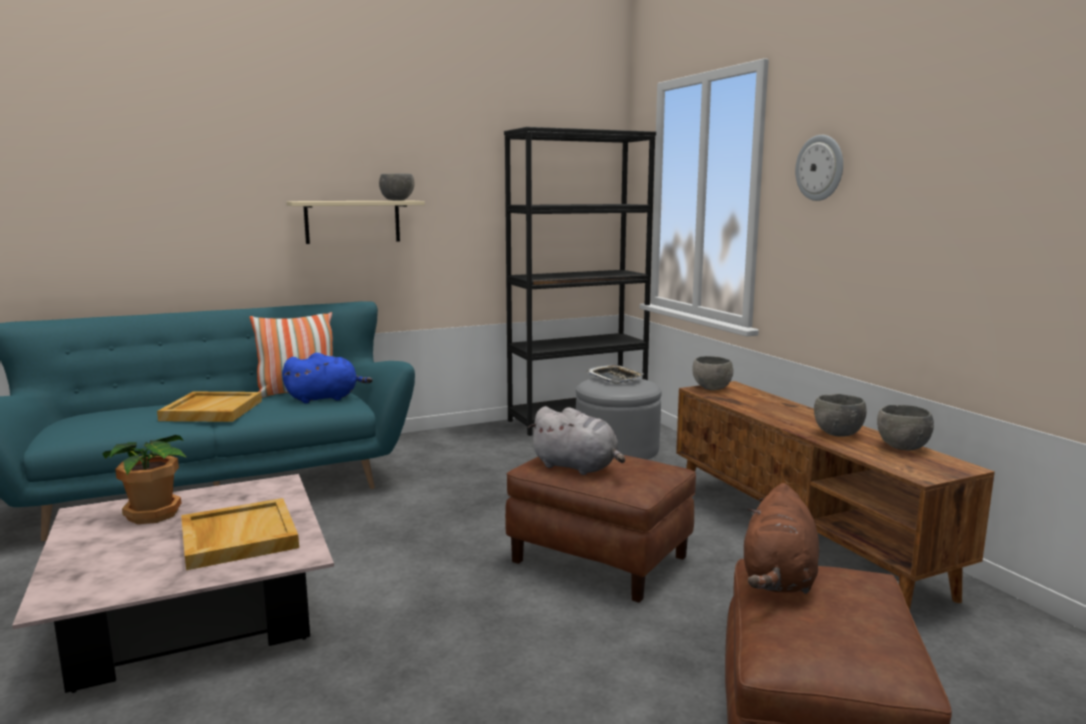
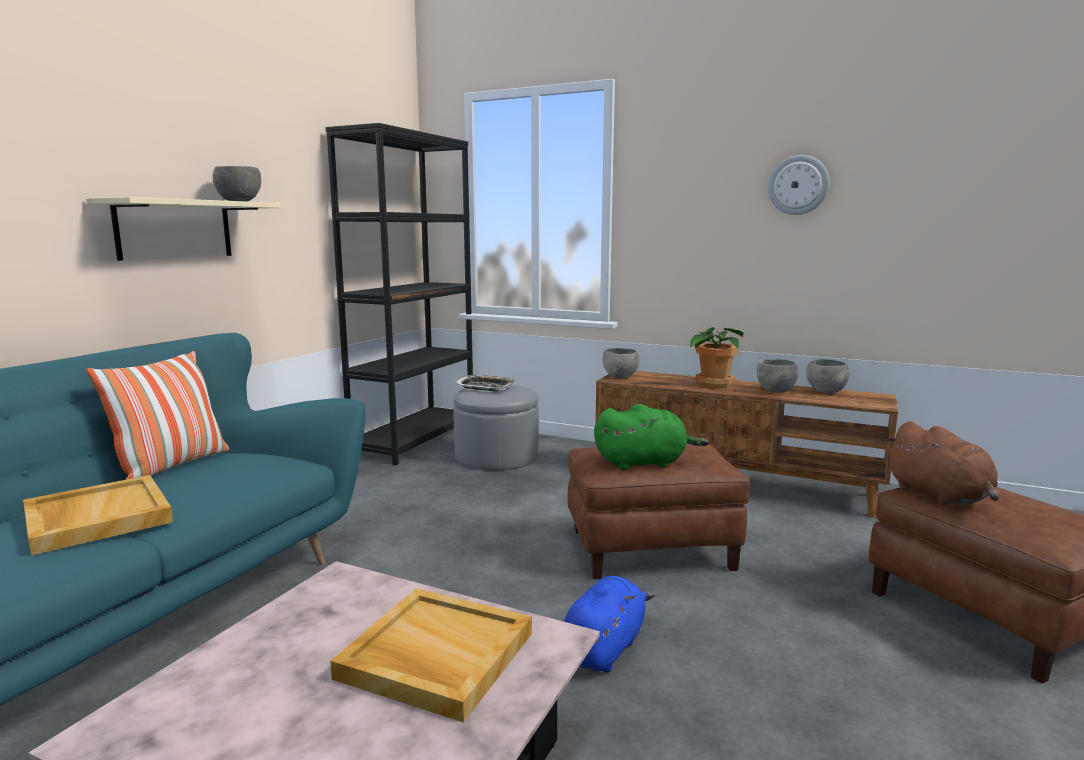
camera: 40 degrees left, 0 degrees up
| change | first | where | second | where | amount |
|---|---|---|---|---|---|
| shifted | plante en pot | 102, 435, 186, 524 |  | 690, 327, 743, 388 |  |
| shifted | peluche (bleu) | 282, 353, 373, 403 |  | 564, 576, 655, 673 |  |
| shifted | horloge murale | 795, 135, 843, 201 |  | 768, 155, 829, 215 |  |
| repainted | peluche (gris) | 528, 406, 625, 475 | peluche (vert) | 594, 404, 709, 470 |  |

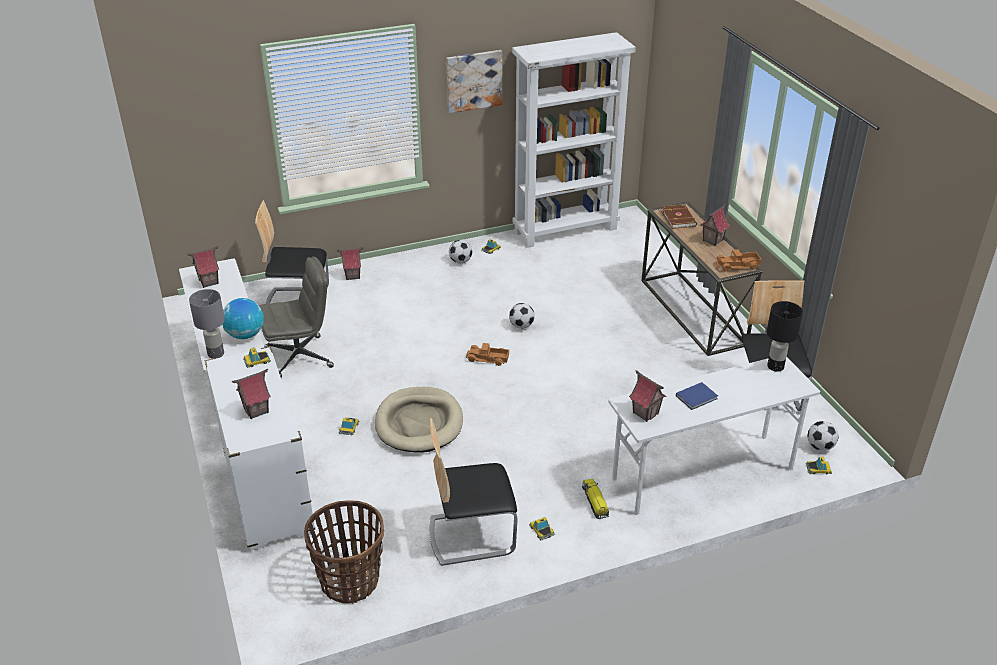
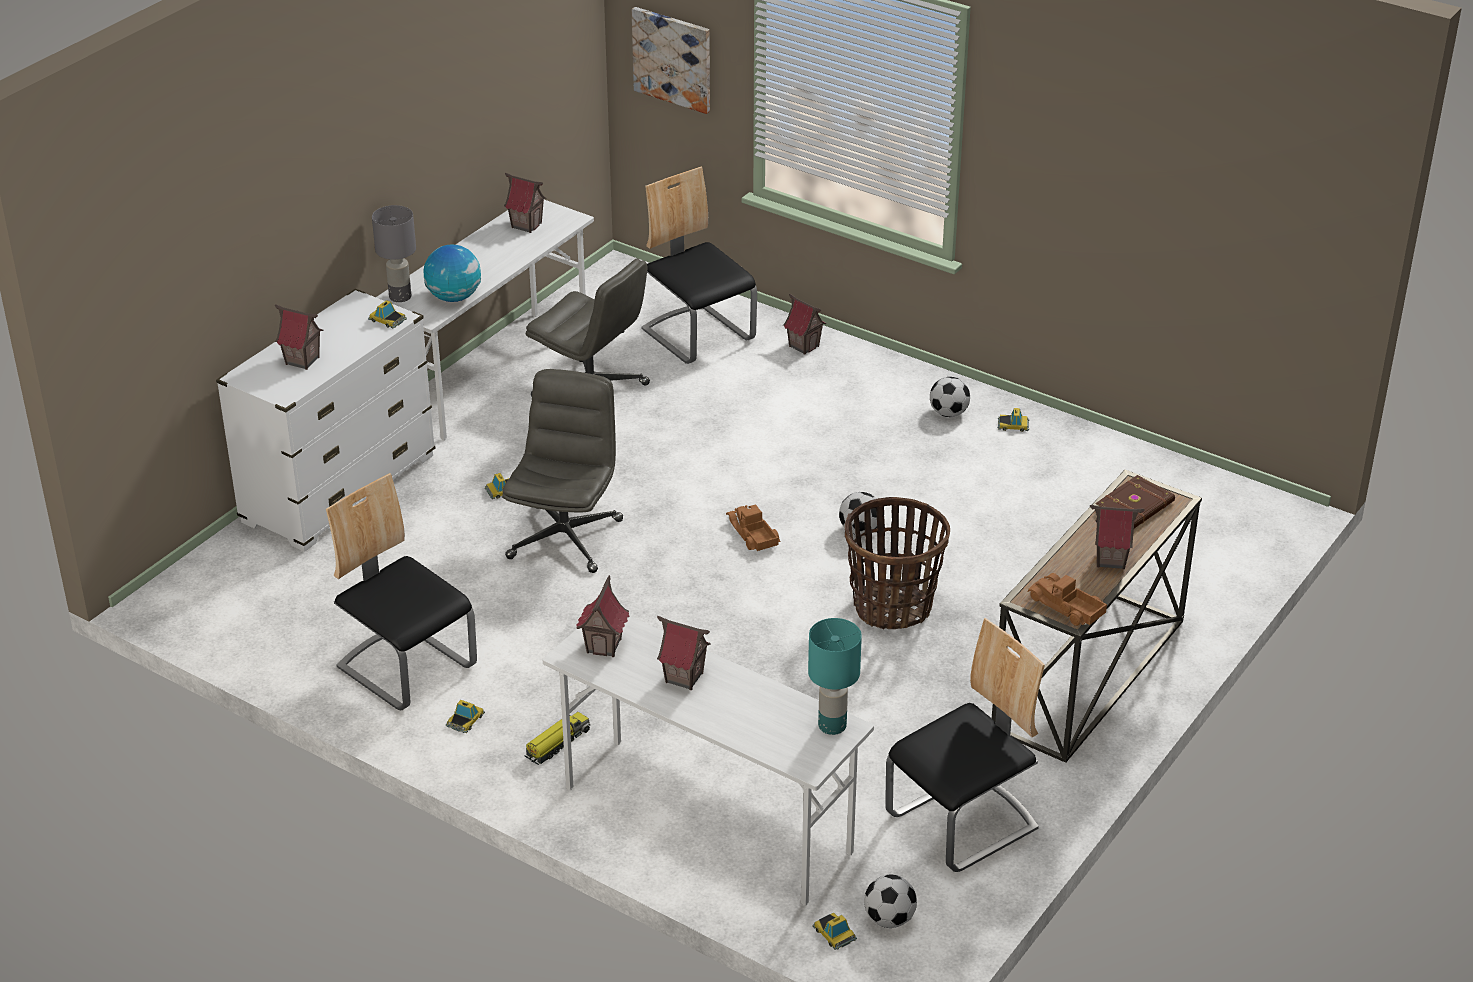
camera: 55 degrees right, 0 degrees up
| change | first | where | second | where | amount |
|---|---|---|---|---|---|
| gone | bibliothèque (blanc) | 512, 32, 636, 248 |  |  |  |
| shifted | panier | 304, 500, 384, 604 |  | 845, 497, 950, 630 |  |
| shifted | tableau | 446, 50, 502, 113 |  | 631, 7, 710, 114 |  |
| swapped | panier pour chien (beige) | 375, 387, 463, 453 | chaise de bureau (gris) | 502, 369, 623, 573 |  |
| swapped | livre (bleu) | 676, 382, 718, 410 | maison miniature | 657, 616, 711, 690 |  |
| repainted | lampe de table (noir) | 767, 301, 803, 372 | lampe de table (turquoise) | 808, 618, 862, 735 |  |

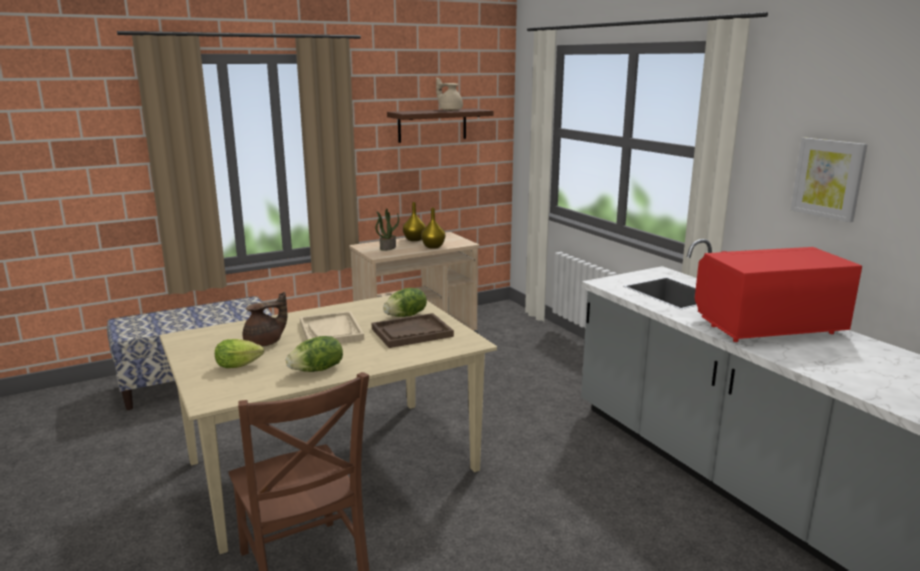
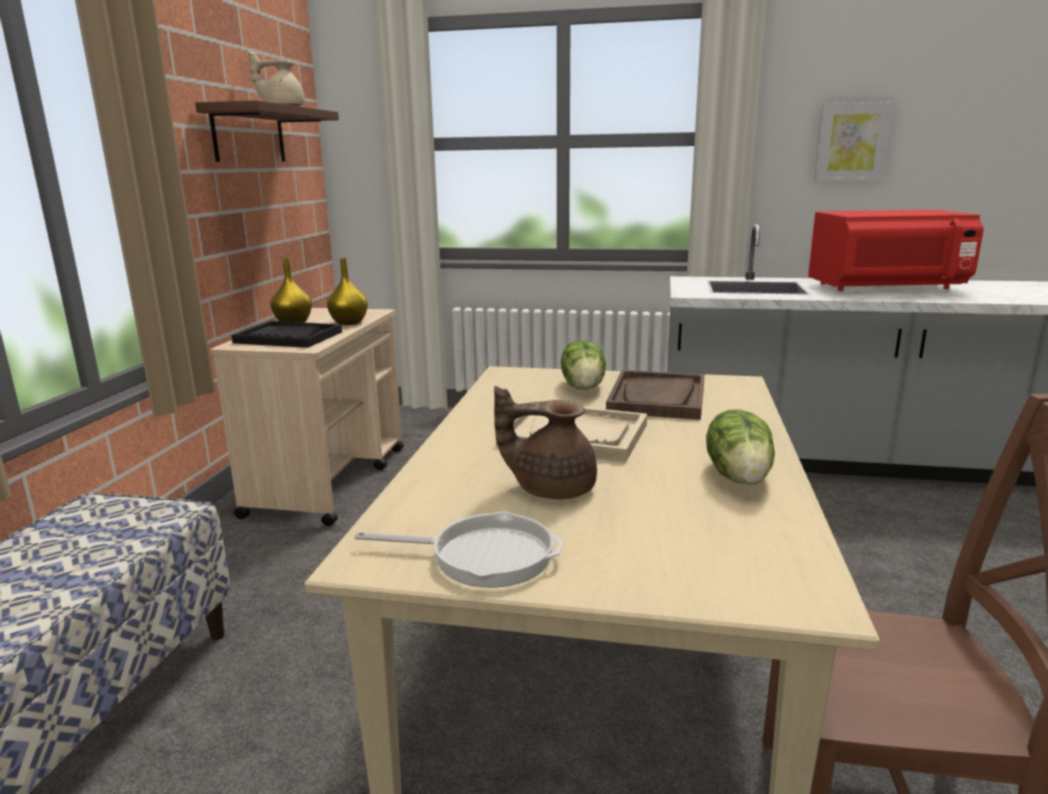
camera: 50 degrees left, 0 degrees up
| change | first | where | second | where | amount |
|---|---|---|---|---|---|
| gone | laitue | 215, 339, 264, 368 |  |  |  |
| new |  |  | poêle | 354, 511, 563, 588 |  |
| swapped | plante en pot | 376, 209, 399, 251 | plateau (noir) | 232, 321, 342, 348 |  |
| rotated | théière (marron) | 243, 292, 288, 346 |  | 494, 386, 597, 499 | 90 degrees counterclockwise |
| rotated | micro-ondes (rouge) | 695, 247, 862, 342 |  | 808, 210, 984, 291 | 120 degrees counterclockwise |

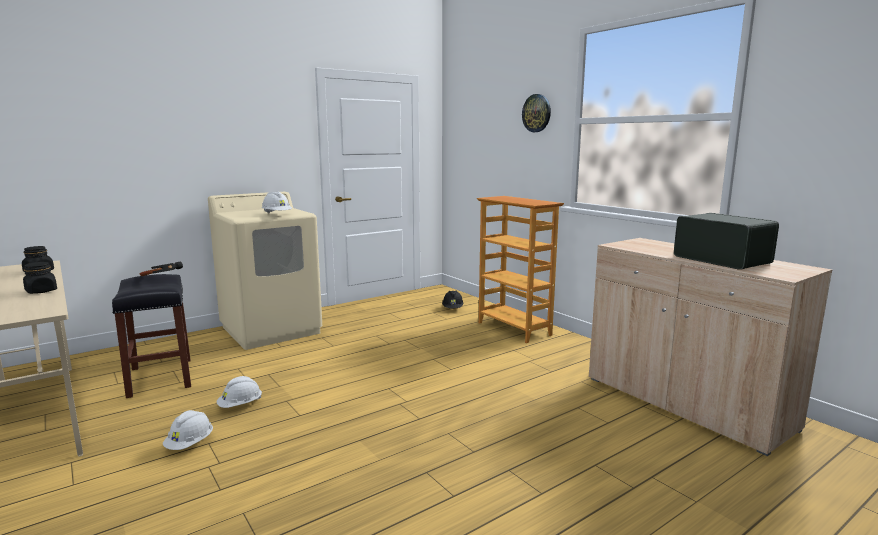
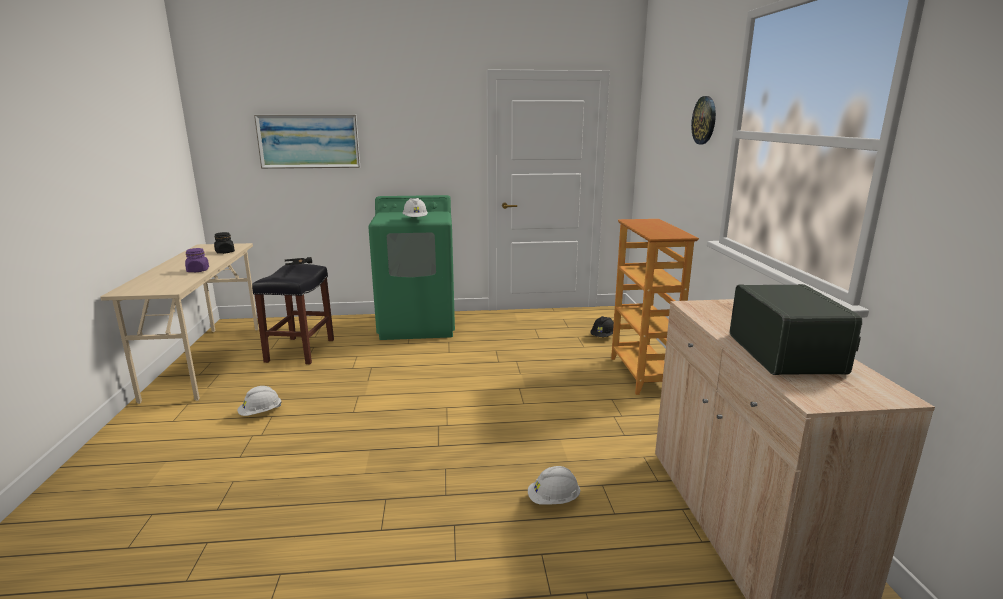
camera: 30 degrees right, 5 degrees up
| change | first | where | second | where | amount |
|---|---|---|---|---|---|
| new |  |  | tableau | 254, 115, 360, 169 |  |
| shifted | casque de chantier (blanc) | 217, 376, 262, 408 |  | 528, 466, 580, 504 |  |
| repainted | bocal (noir) | 23, 262, 57, 294 | bocal (violet) | 185, 248, 209, 272 |  |
| repainted | lave-linge (beige) | 208, 192, 322, 350 | lave-linge (vert) | 368, 195, 455, 340 |  |

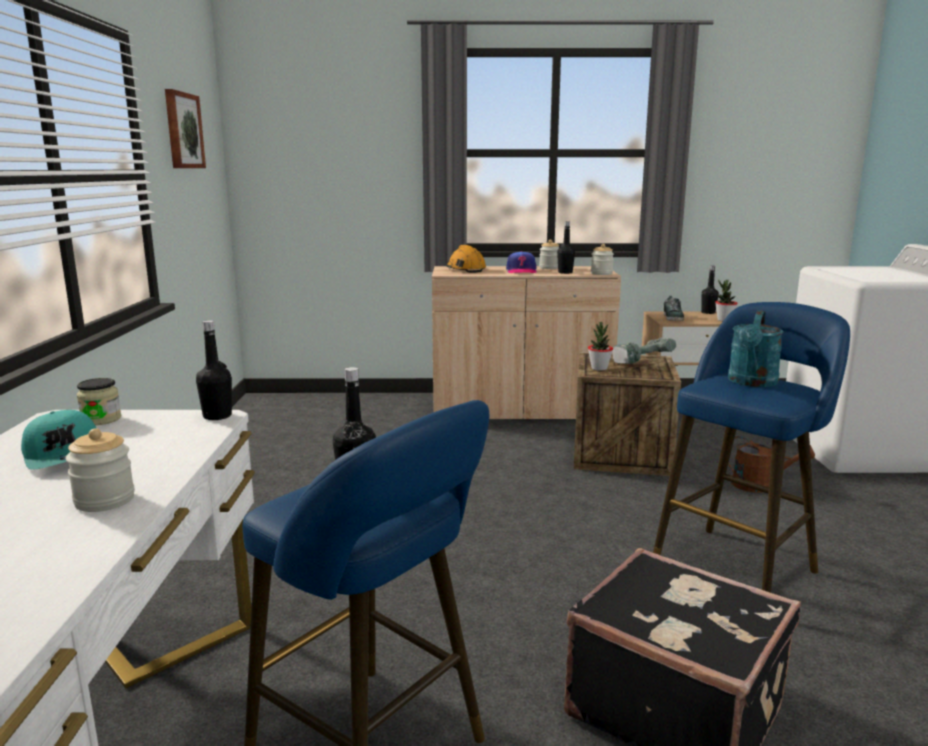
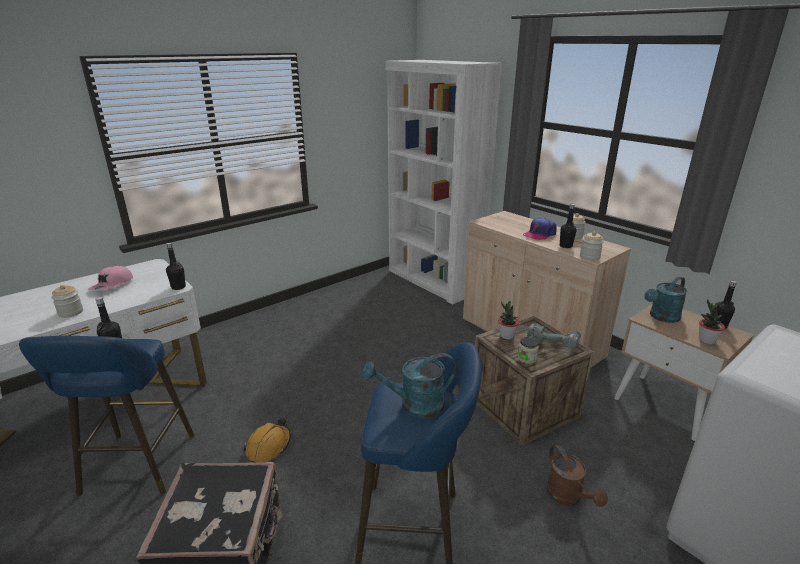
camera: 50 degrees right, 10 degrees up
| change | first | where | second | where | amount |
|---|---|---|---|---|---|
| gone | tableau | 165, 89, 206, 168 |  |  |  |
| new |  |  | bibliothèque (blanc) | 386, 60, 502, 304 |  |
| shifted | bocal | 76, 378, 121, 425 |  | 518, 337, 539, 364 |  |
| shifted | casque de chantier (orange) | 446, 245, 486, 273 |  | 243, 418, 291, 463 |  |
| swapped | chaussure | 663, 296, 684, 321 | arrosoir (turquoise) | 644, 276, 687, 323 |  |
| repainted | casquette (turquoise) | 21, 410, 96, 469 | casquette (rose) | 88, 266, 133, 290 |  |

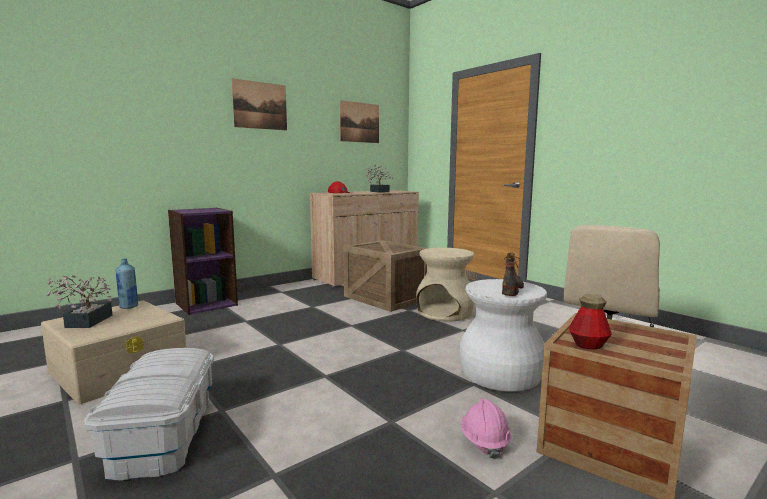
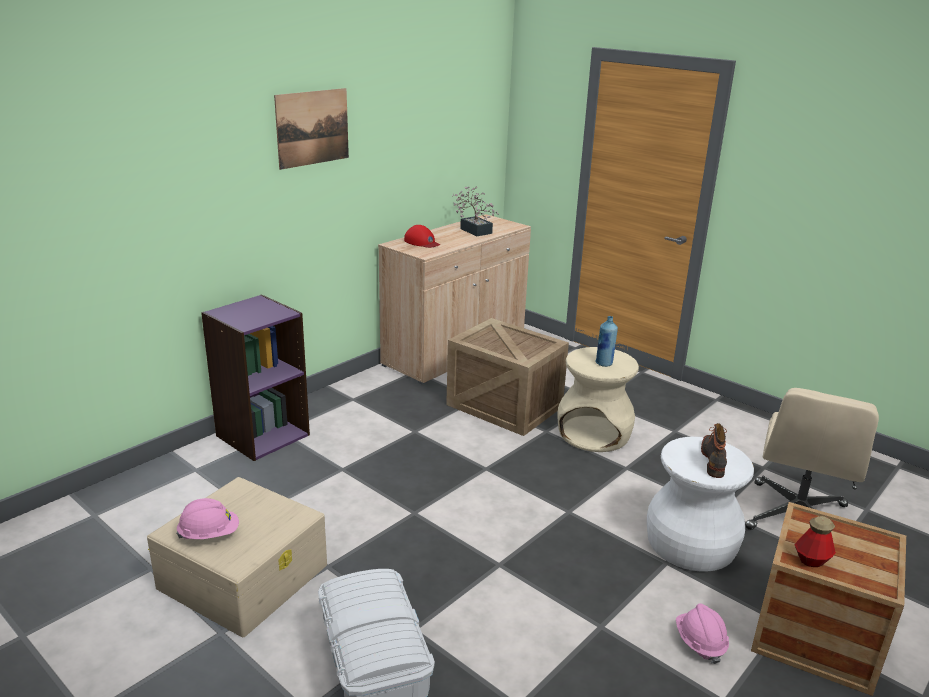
camera: 10 degrees left, 15 degrees up
| change | first | where | second | where | amount |
|---|---|---|---|---|---|
| gone | tableau | 340, 100, 379, 143 |  |  |  |
| shifted | bouteille (bleu) | 116, 258, 138, 309 |  | 595, 316, 618, 367 |  |
| swapped | plante en pot | 46, 275, 113, 328 | casque de chantier (rose) | 176, 498, 239, 540 |  |

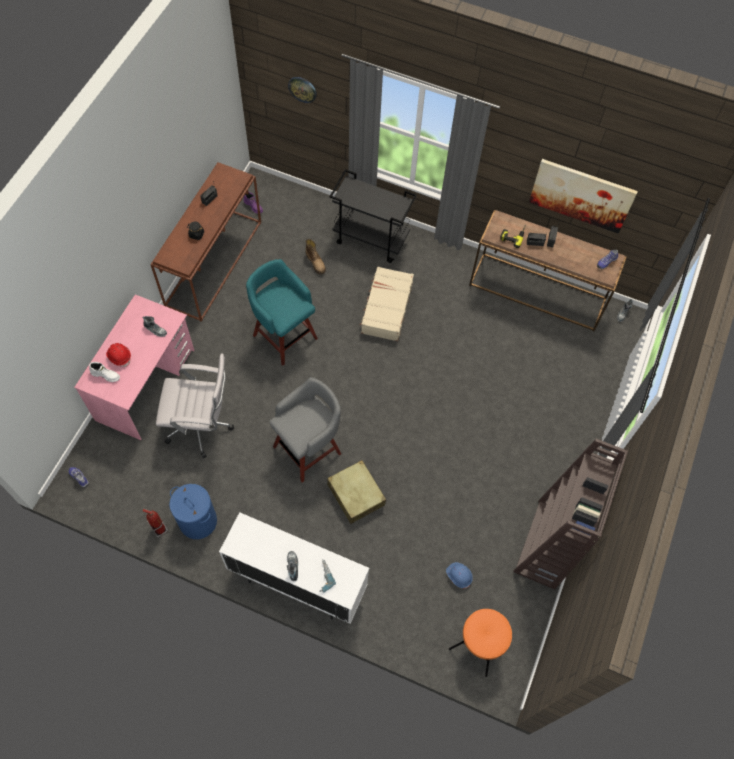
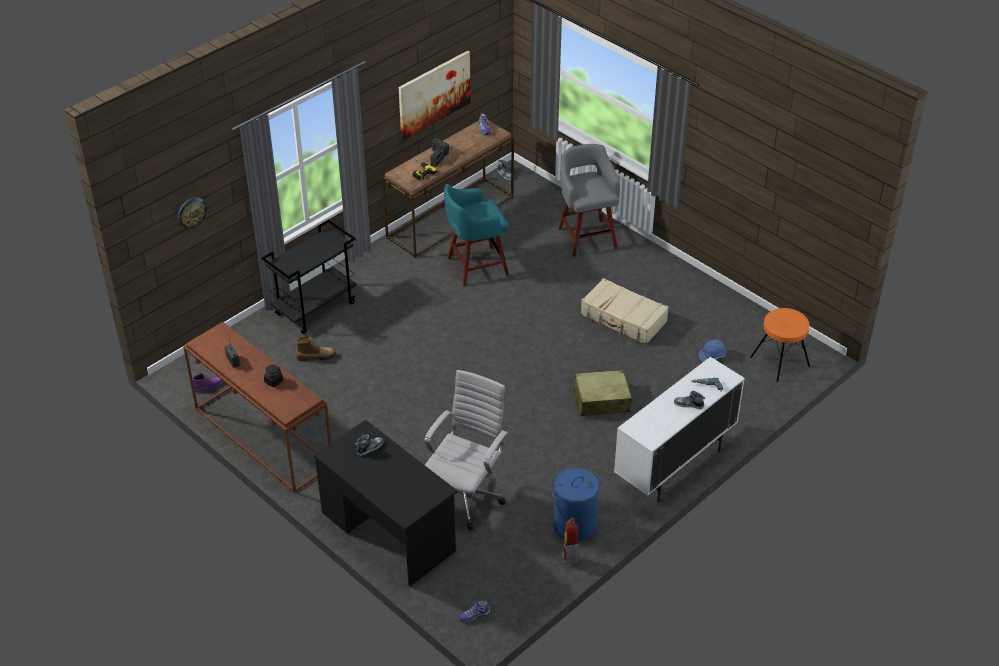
camera: 65 degrees left, 20 degrees down
| change | first | where | second | where | amount |
|---|---|---|---|---|---|
| gone | botte (blanc) | 89, 362, 120, 382 |  |  |  |
| gone | casque de chantier (rouge) | 106, 343, 131, 367 |  |  |  |
| gone | bibliothèque (marron) | 513, 439, 628, 589 |  |  |  |
| shifted | tabouret (turquoise) | 246, 259, 318, 365 |  | 444, 184, 509, 286 |  |
| shifted | tabouret (gris) | 269, 377, 341, 483 |  | 558, 144, 620, 257 |  |
| shifted | valise (beige) | 360, 266, 414, 341 |  | 581, 278, 669, 344 |  |
| repainted | bureau (rose) | 74, 294, 194, 440 | bureau (noir) | 314, 420, 457, 587 |  |

